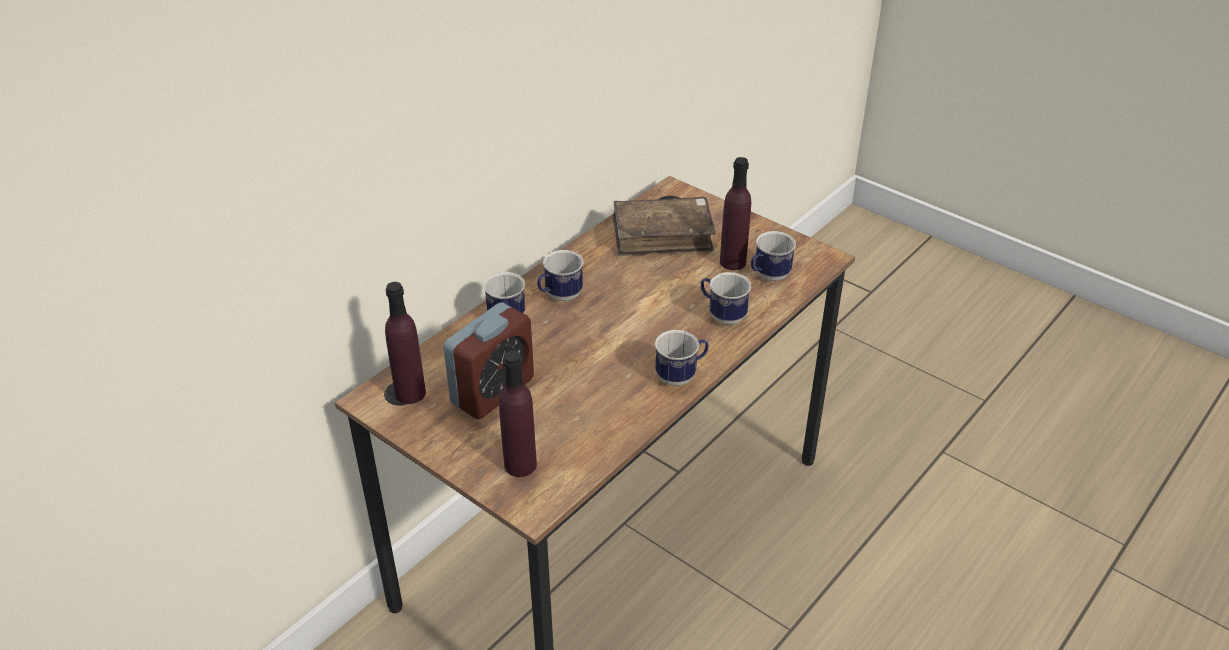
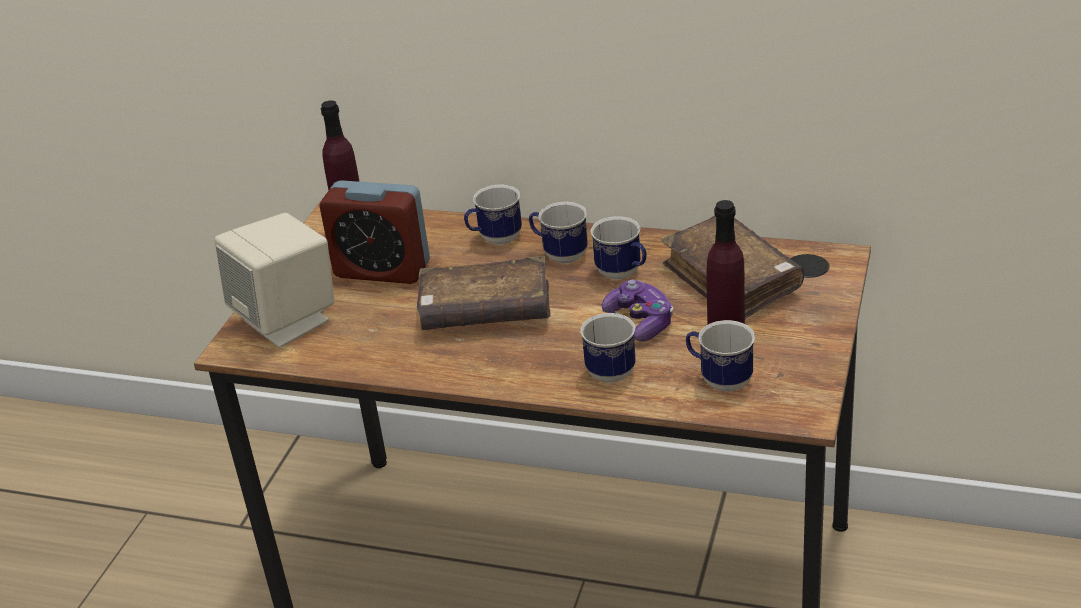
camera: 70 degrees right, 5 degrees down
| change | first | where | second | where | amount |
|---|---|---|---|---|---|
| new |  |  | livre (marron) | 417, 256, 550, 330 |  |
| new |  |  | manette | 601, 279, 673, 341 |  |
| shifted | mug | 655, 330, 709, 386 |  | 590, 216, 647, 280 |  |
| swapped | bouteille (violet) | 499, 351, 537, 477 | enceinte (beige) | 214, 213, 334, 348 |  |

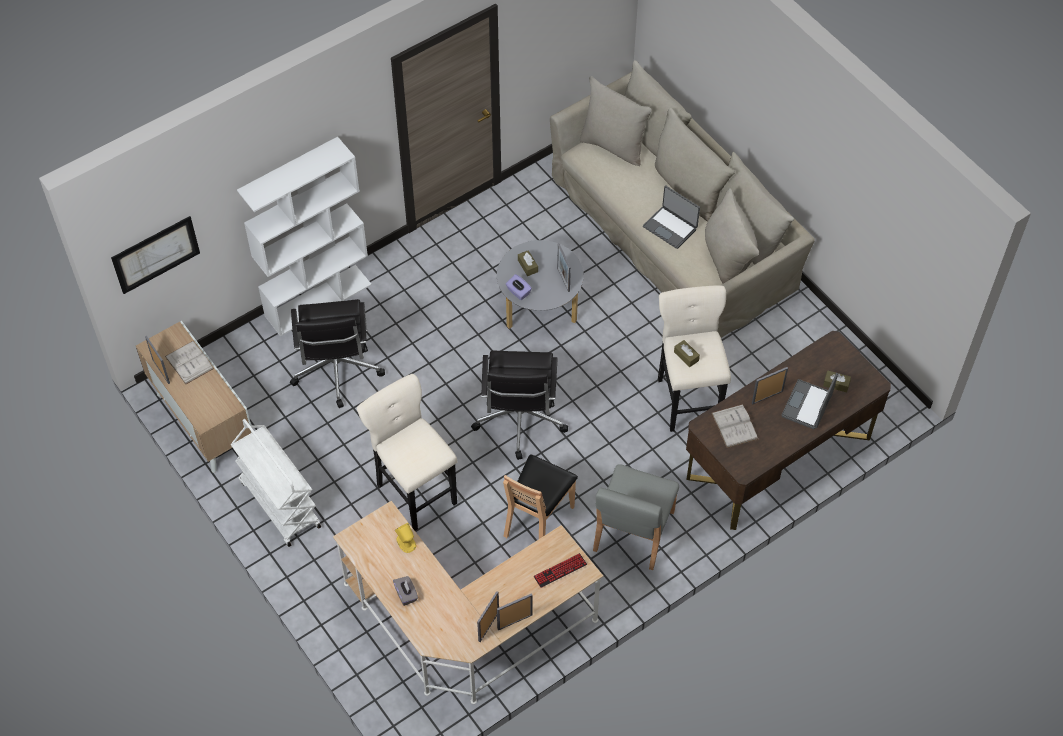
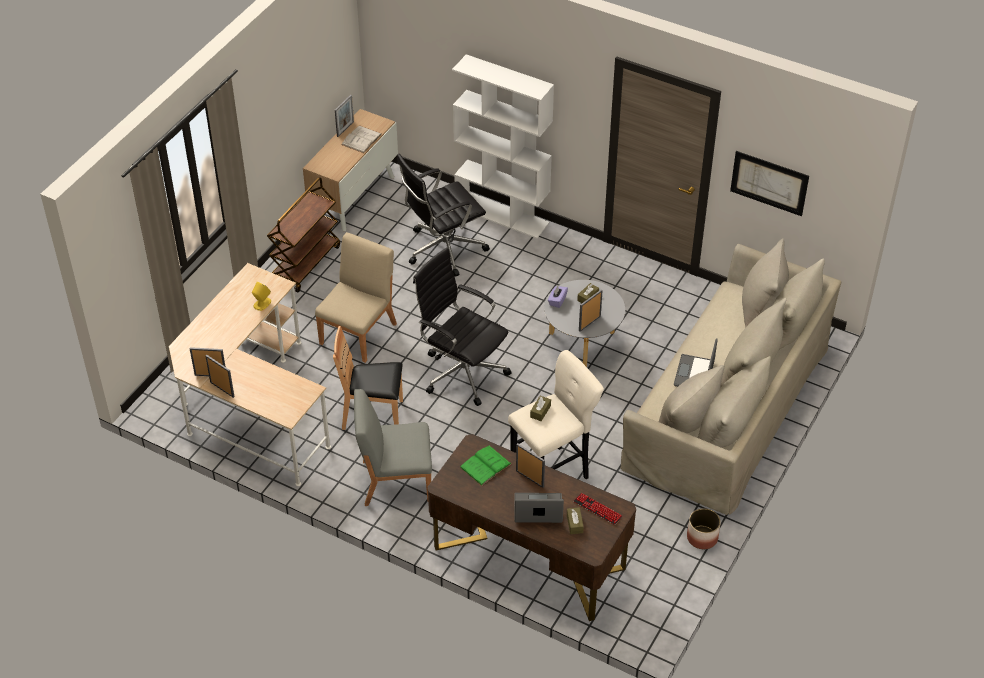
camera: 65 degrees right, 10 degrees down
| change | first | where | second | where | amount |
|---|---|---|---|---|---|
| gone | boîte à mouchoirs (gris) | 393, 576, 418, 606 |  |  |  |
| new |  |  | cache-pot | 687, 508, 721, 549 |  |
| shifted | tableau | 111, 216, 200, 294 |  | 730, 151, 809, 216 |  |
| shifted | clavier | 533, 553, 587, 588 |  | 573, 493, 623, 525 |  |
| swapped | tabouret (beige) | 357, 374, 457, 531 | chaise (beige) | 315, 232, 397, 363 |  |
| repainted | chariot (blanc) | 231, 419, 321, 547 | chariot (marron) | 267, 177, 340, 292 |  |
| repainted | livre (blanc) | 712, 404, 758, 448 | livre (vert) | 459, 445, 512, 486 |  |
| rotated | chaise de bureau (noir) | 471, 351, 568, 460 |  | 413, 248, 512, 406 | 60 degrees clockwise |

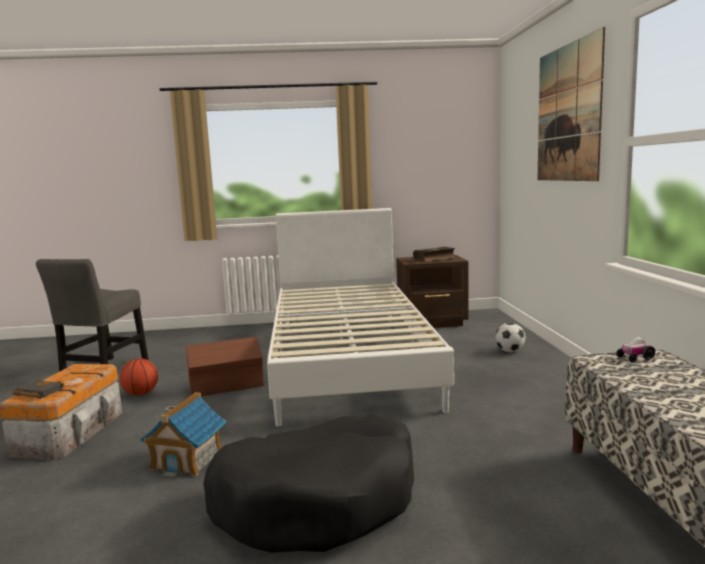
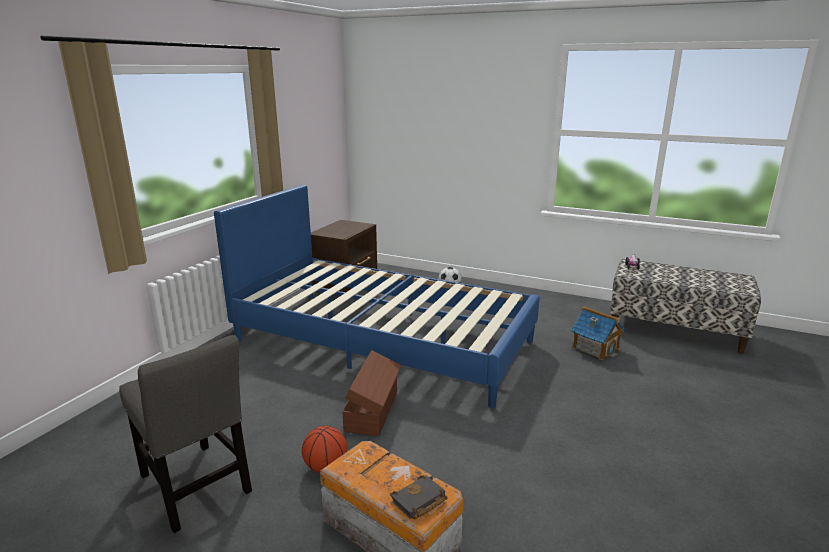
camera: 60 degrees left, 10 degrees up
| change | first | where | second | where | amount |
|---|---|---|---|---|---|
| gone | panier pour chien (noir) | 203, 414, 414, 553 |  |  |  |
| gone | livre | 413, 247, 455, 262 |  |  |  |
| gone | tableau | 537, 27, 605, 181 |  |  |  |
| shifted | maison miniature | 140, 392, 227, 478 |  | 571, 306, 625, 360 |  |
| repainted | lit (blanc) | 267, 208, 454, 427 | lit (bleu) | 214, 185, 540, 408 |  |

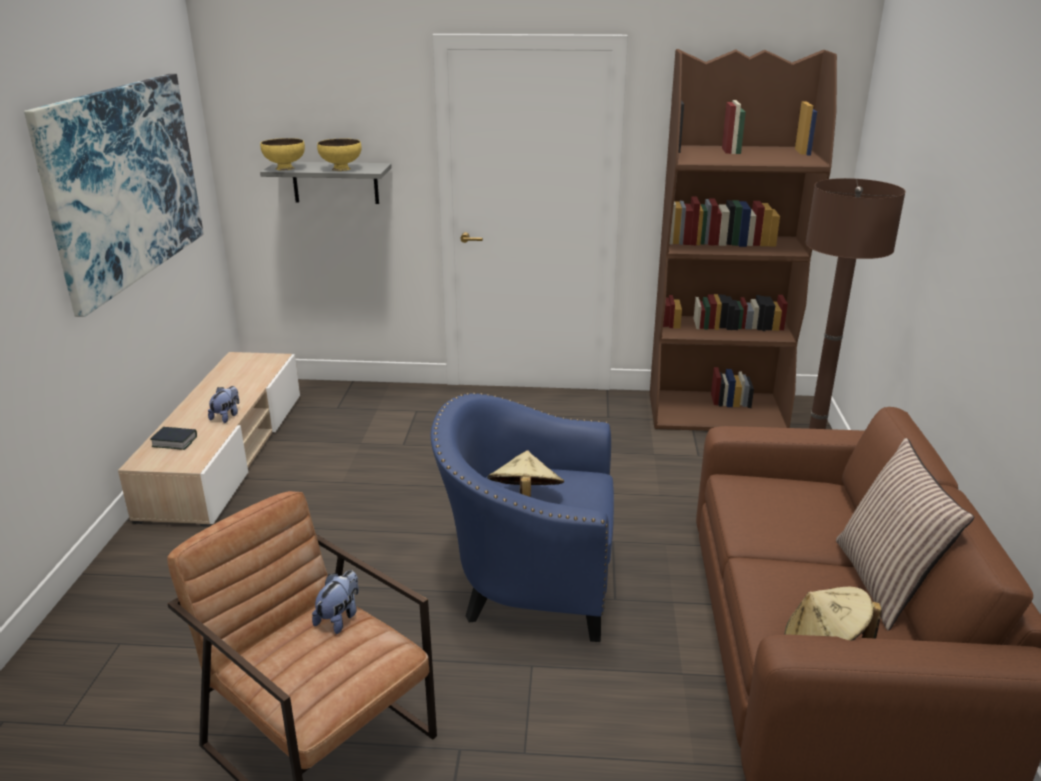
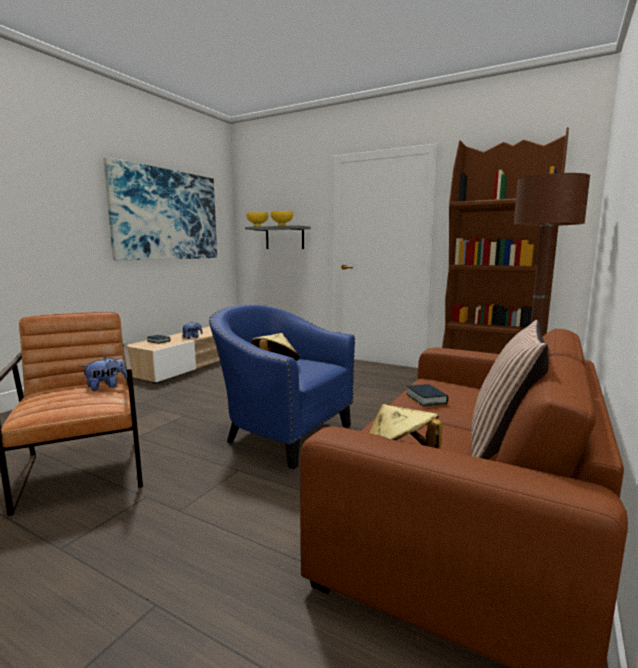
camera: 25 degrees right, 15 degrees down
| change | first | where | second | where | amount |
|---|---|---|---|---|---|
| new |  |  | livre | 406, 384, 448, 406 |  |

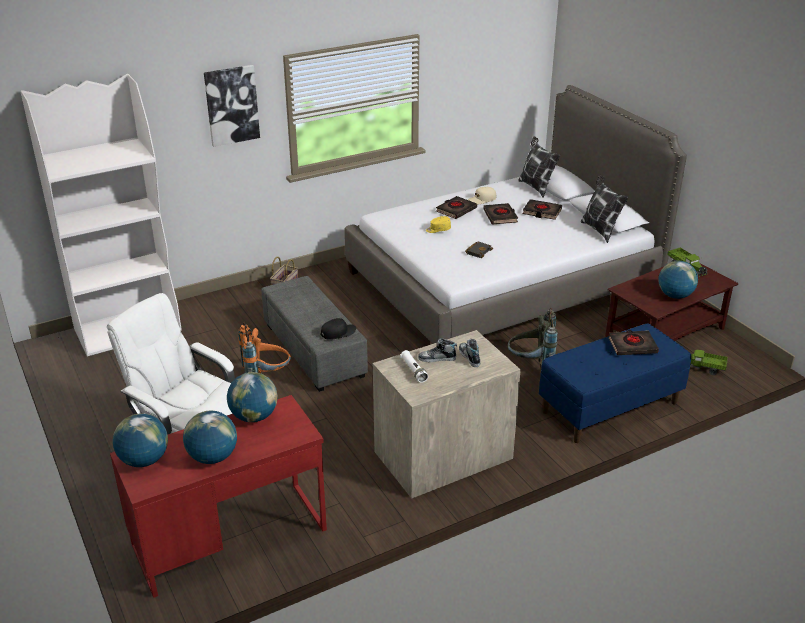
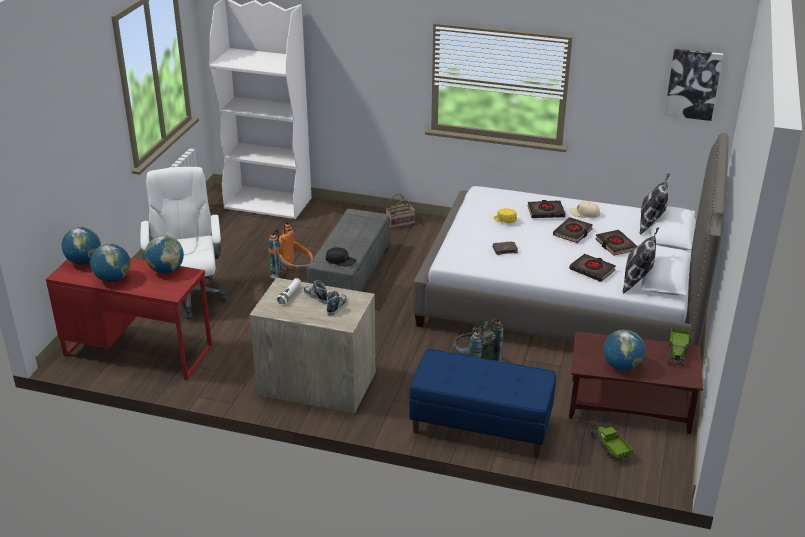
camera: 45 degrees right, 0 degrees up
| change | first | where | second | where | amount |
|---|---|---|---|---|---|
| shifted | tableau | 204, 65, 260, 147 |  | 664, 49, 723, 121 |  |
| shifted | livre (noir) | 608, 330, 659, 355 |  | 569, 254, 616, 282 |  |

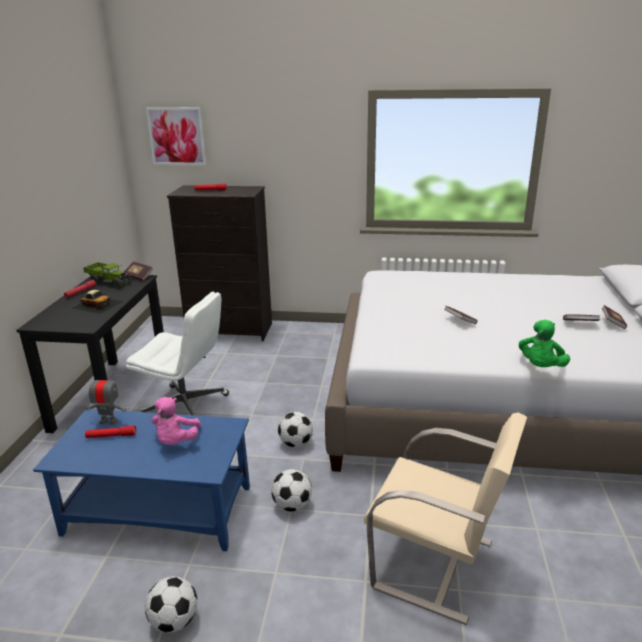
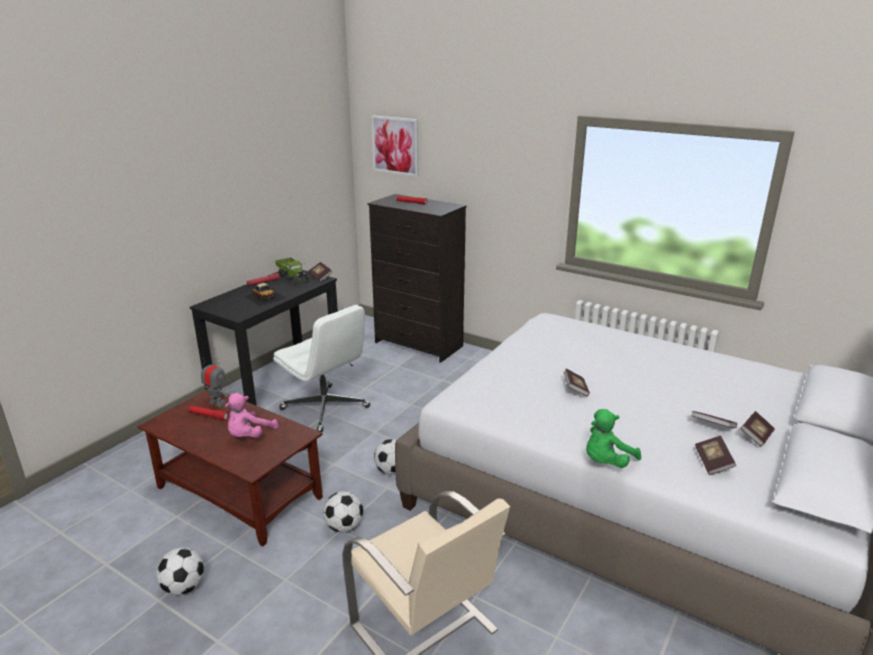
camera: 25 degrees right, 0 degrees up
| change | first | where | second | where | amount |
|---|---|---|---|---|---|
| new |  |  | livre | 695, 436, 736, 475 |  |
| repainted | table basse (bleu) | 33, 409, 250, 551 | table basse (marron) | 138, 390, 323, 547 |  |

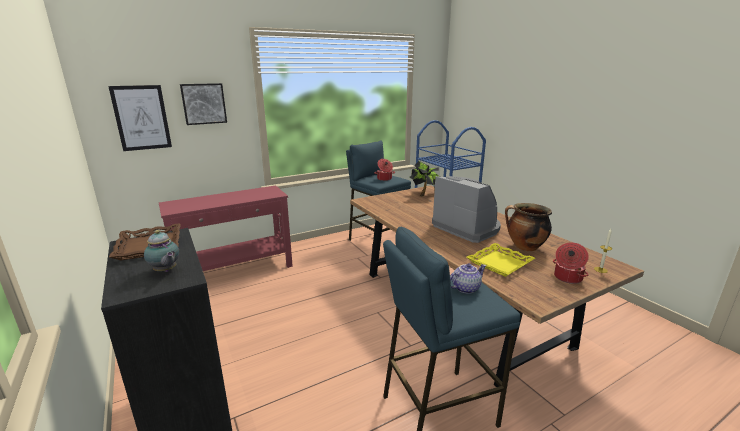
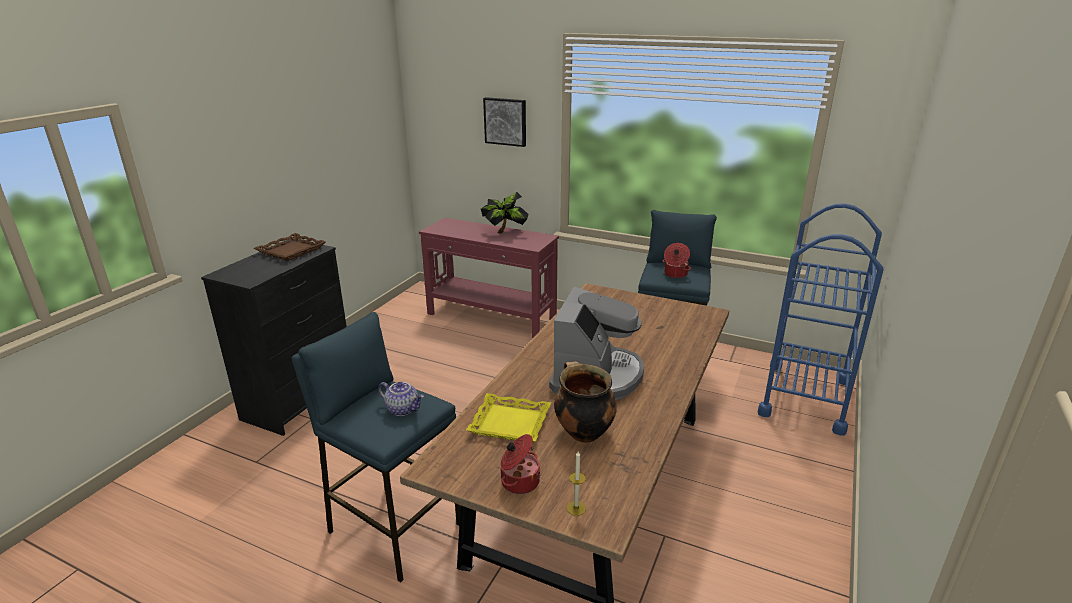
camera: 55 degrees right, 5 degrees up
| change | first | where | second | where | amount |
|---|---|---|---|---|---|
| gone | tableau | 108, 85, 172, 151 |  |  |  |
| gone | théière | 144, 230, 180, 272 |  |  |  |
| shifted | plante en pot | 410, 161, 440, 196 |  | 481, 192, 528, 234 |  |

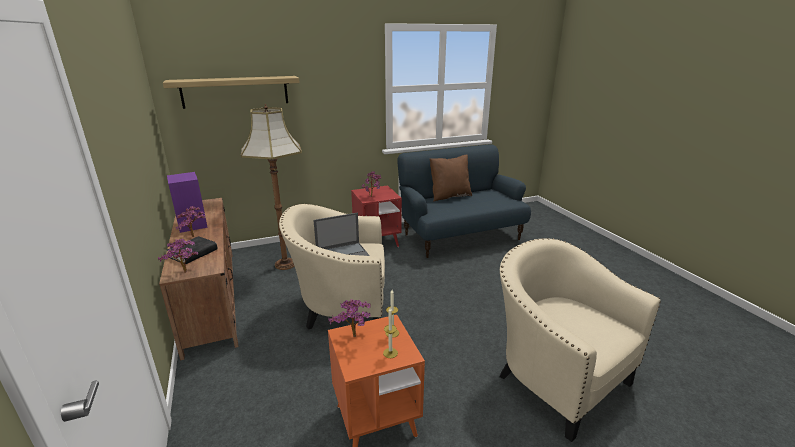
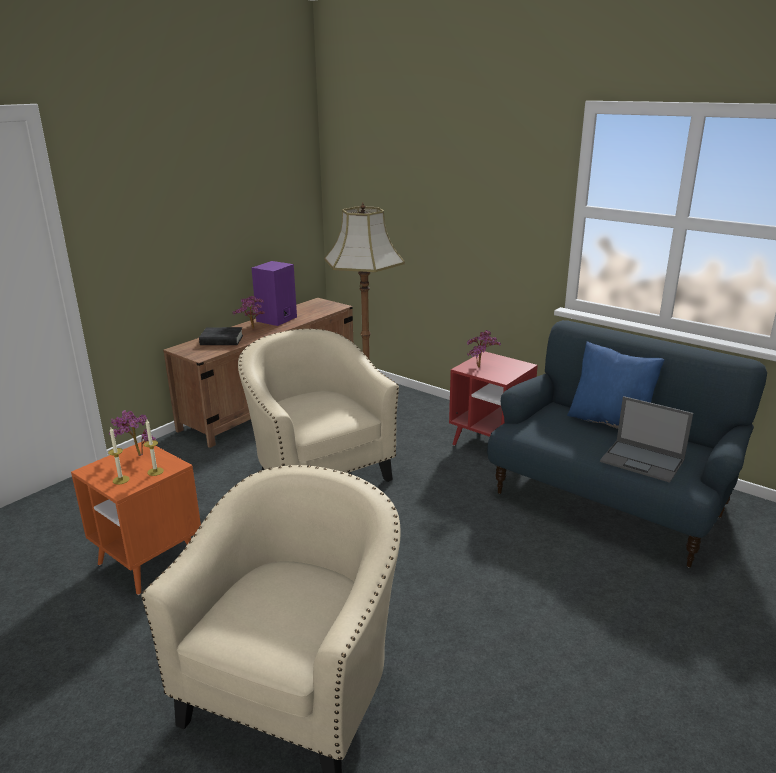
camera: 60 degrees right, 0 degrees up
| change | first | where | second | where | amount |
|---|---|---|---|---|---|
| gone | plante en pot | 158, 239, 198, 273 |  |  |  |
| gone | étagère | 163, 76, 300, 109 |  |  |  |
| shifted | ordinateur portable | 313, 213, 370, 256 |  | 600, 396, 693, 483 |  |
| repainted | coussin (marron) | 430, 154, 472, 202 | coussin (bleu) | 567, 341, 664, 429 |  |

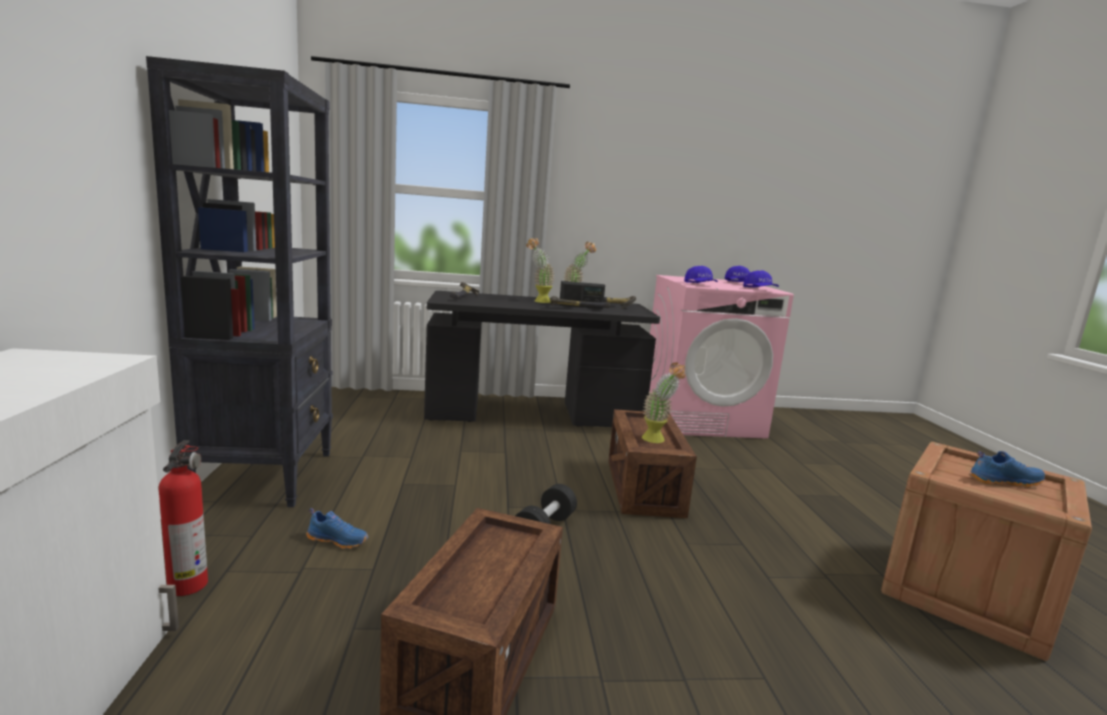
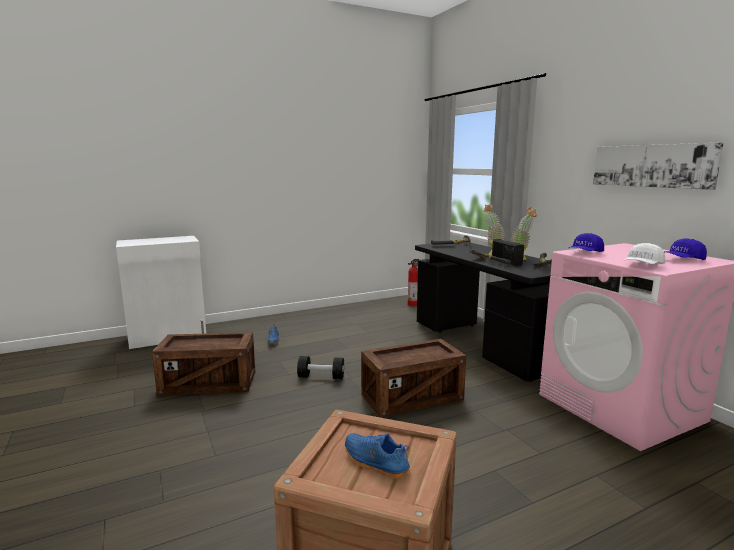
camera: 70 degrees right, 0 degrees up
| change | first | where | second | where | amount |
|---|---|---|---|---|---|
| gone | bibliothèque (noir) | 146, 56, 333, 507 |  |  |  |
| gone | plante en pot | 642, 362, 685, 443 |  |  |  |
| new |  |  | tableau | 593, 142, 724, 190 |  |
| shifted | extincteur | 159, 440, 208, 596 |  | 408, 259, 419, 306 |  |
| repainted | casquette (bleu) | 743, 270, 779, 288 | casquette (blanc) | 625, 243, 665, 264 |  |
| rotated | chaussure (bleu) | 969, 451, 1045, 488 |  | 345, 433, 411, 479 | 150 degrees clockwise |

